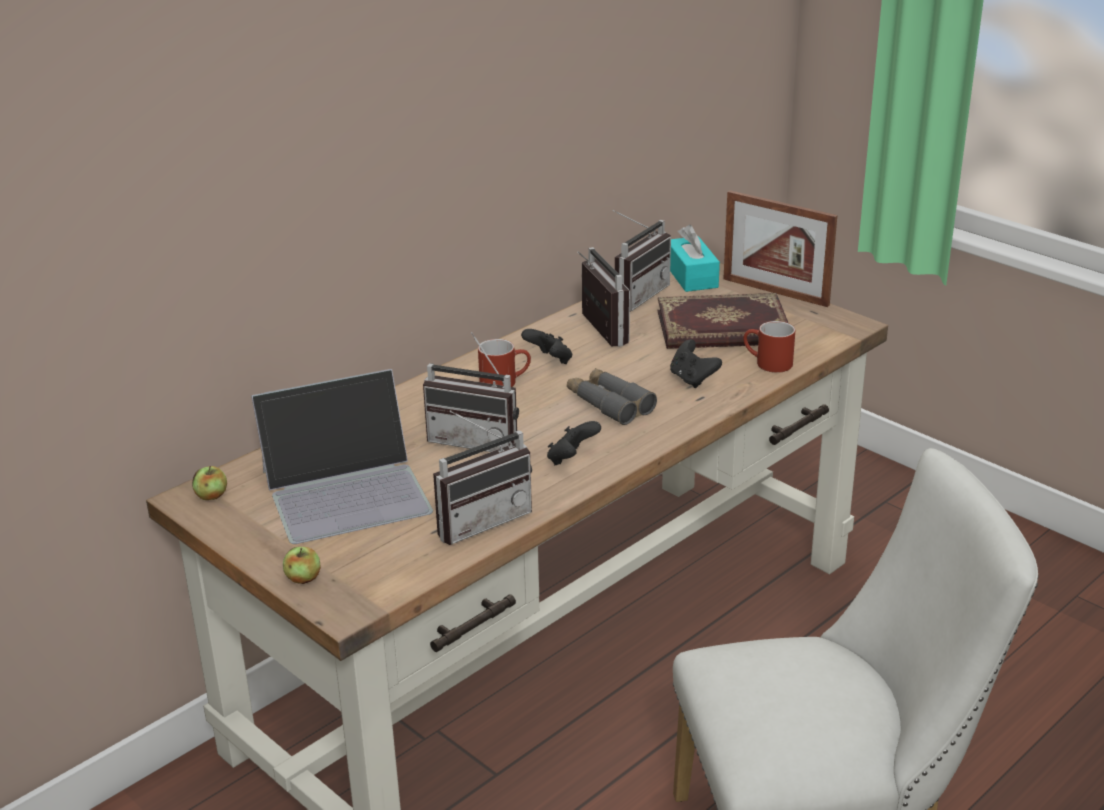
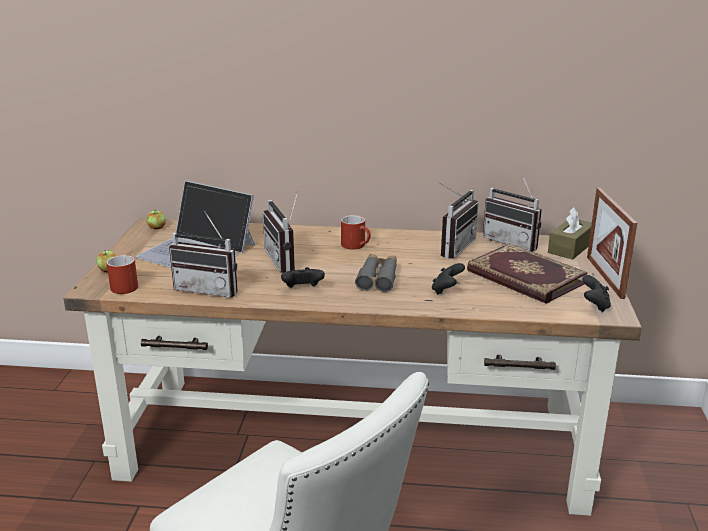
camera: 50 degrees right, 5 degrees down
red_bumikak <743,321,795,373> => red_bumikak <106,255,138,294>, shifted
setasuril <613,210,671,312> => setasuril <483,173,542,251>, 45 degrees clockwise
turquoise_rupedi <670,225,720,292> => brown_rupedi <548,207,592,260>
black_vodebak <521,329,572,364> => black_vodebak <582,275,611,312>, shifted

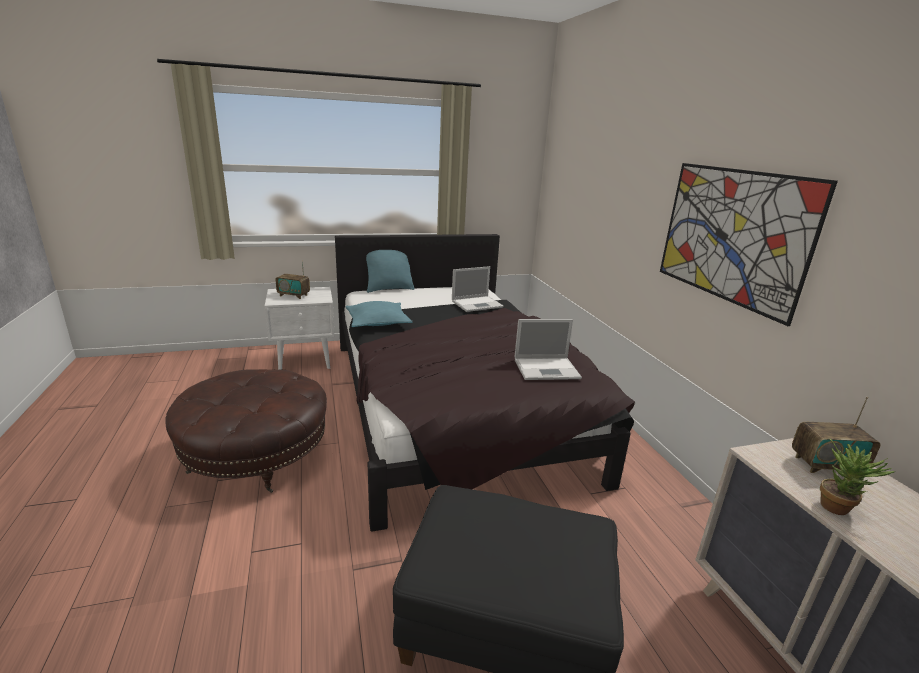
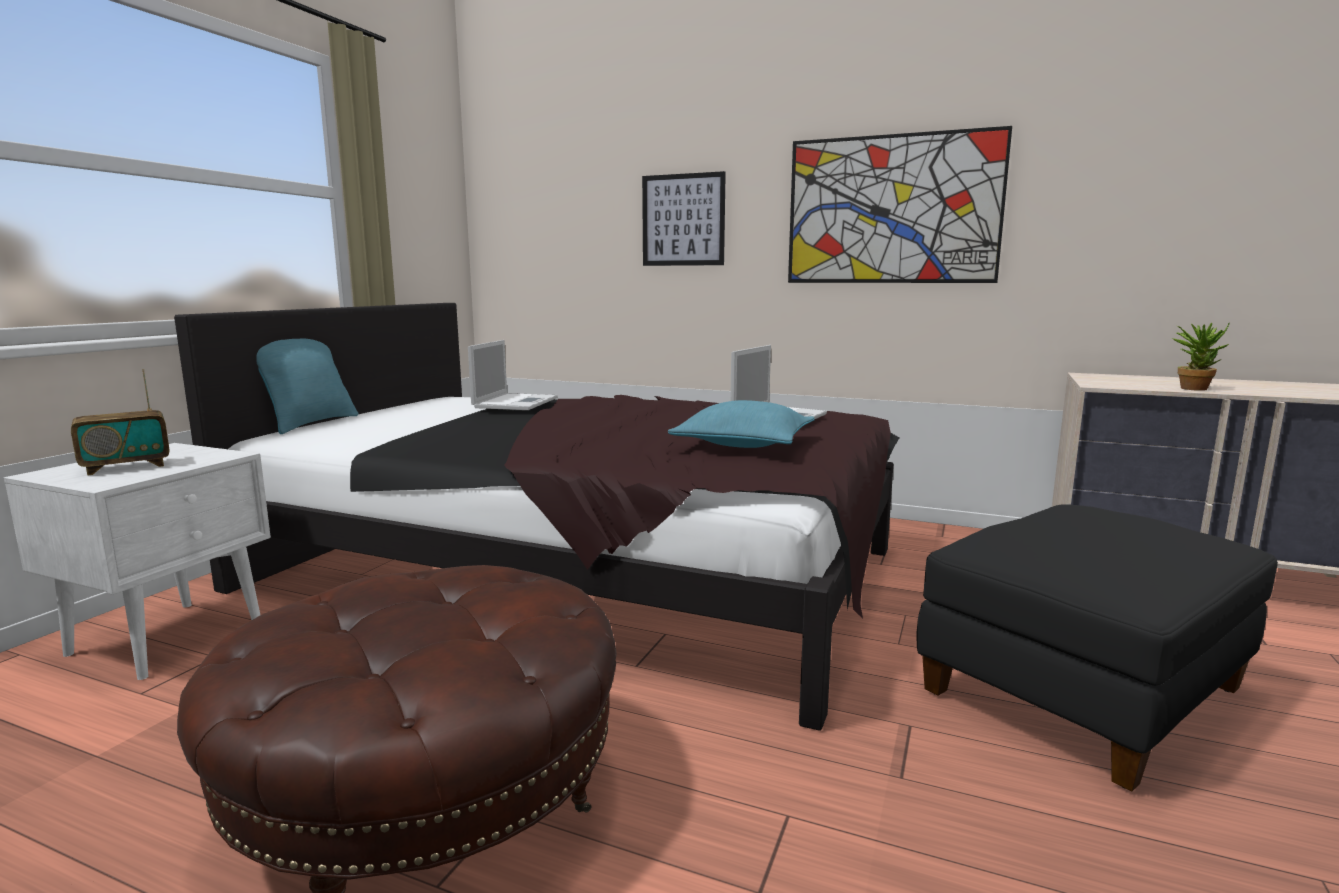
camera: 50 degrees left, 10 degrees down
nothing => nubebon <642,171,726,266>
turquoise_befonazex <345,301,412,327> => turquoise_befonazex <668,400,815,448>, shifted
setasuril <792,397,881,473> => nothing

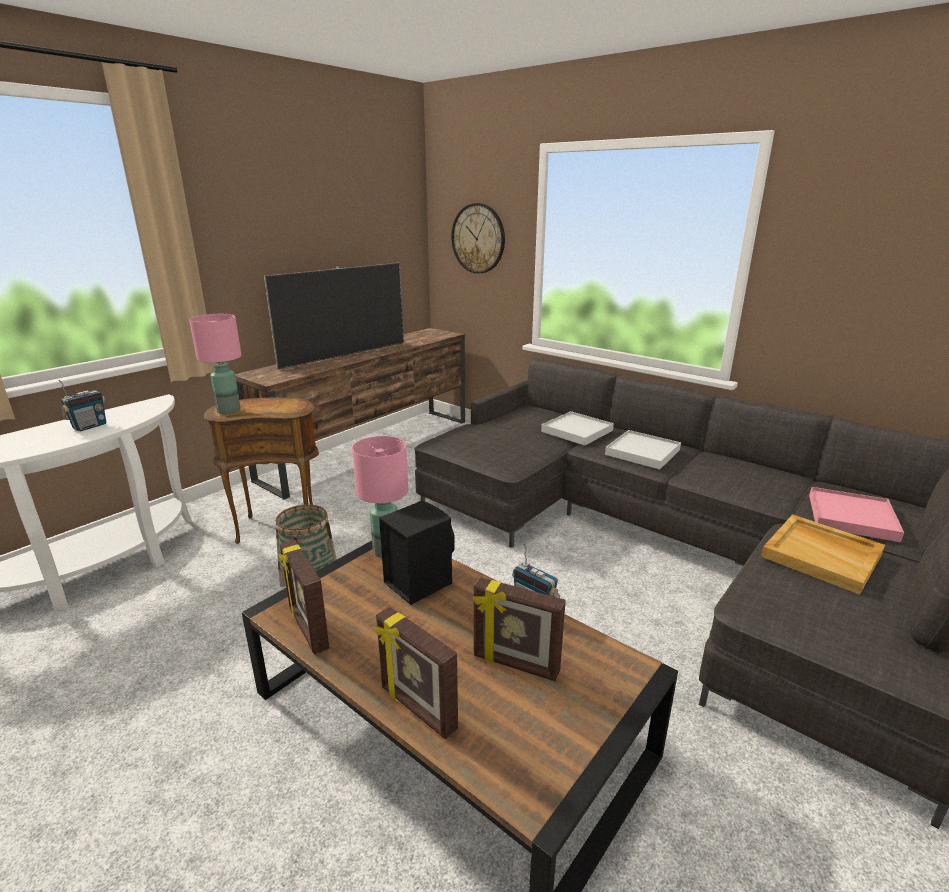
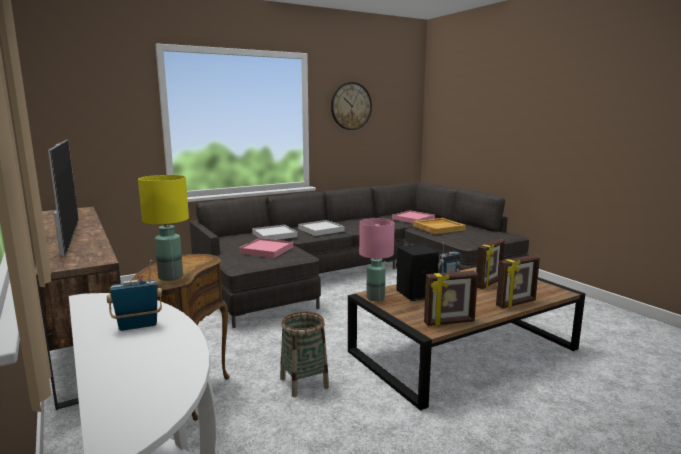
camera: 70 degrees left, 10 degrees down
setasuril <58,380,106,431> => setasuril <107,260,162,331>, 75 degrees counterclockwise
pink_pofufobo <189,314,242,414> => yellow_pofufobo <138,175,189,281>
nothing => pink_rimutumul <239,238,293,258>
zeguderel <451,203,505,274> => zeguderel <331,82,372,130>, shifted

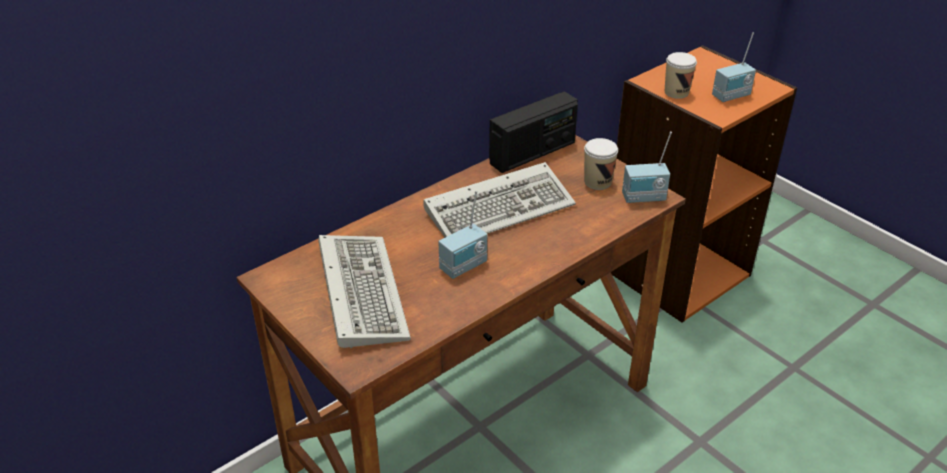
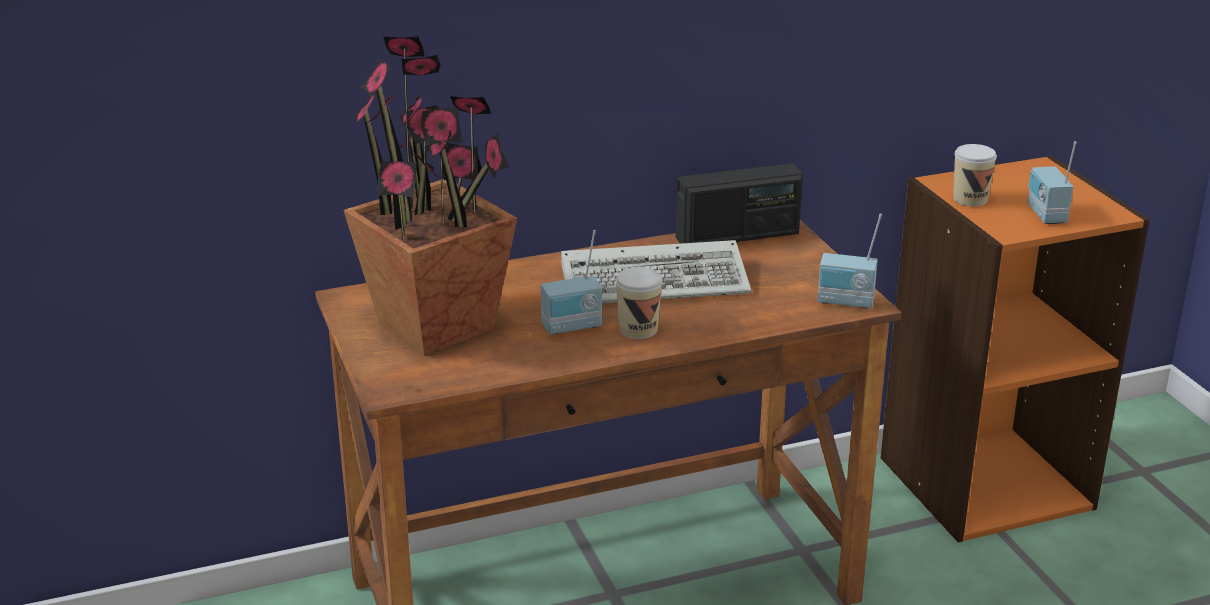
camera: 20 degrees right, 10 degrees down
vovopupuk <318,235,411,348> => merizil <343,37,517,356>
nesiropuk <584,138,618,190> => nesiropuk <615,267,663,339>, shifted
setasuril <712,32,756,102> => setasuril <1028,141,1077,224>, 90 degrees clockwise

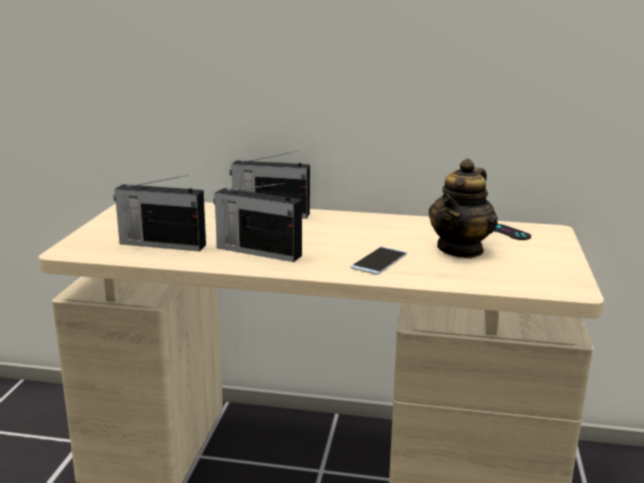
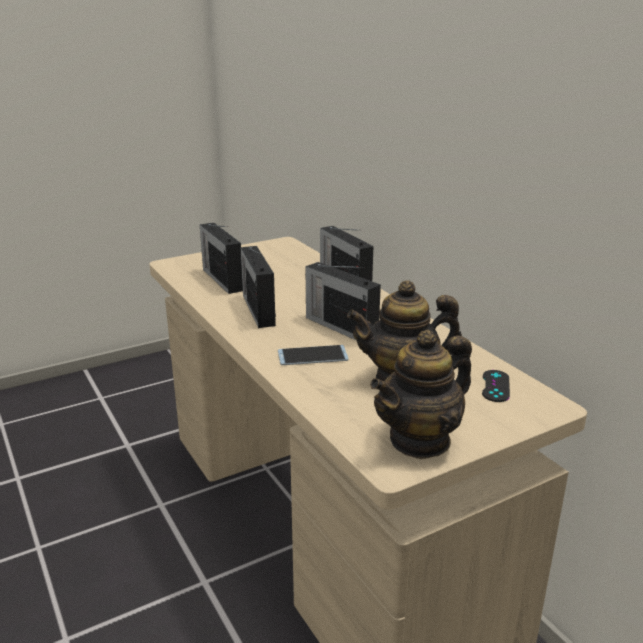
camera: 50 degrees right, 5 degrees up
nothing => setasuril <305,262,381,341>
nothing => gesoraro <370,330,472,459>

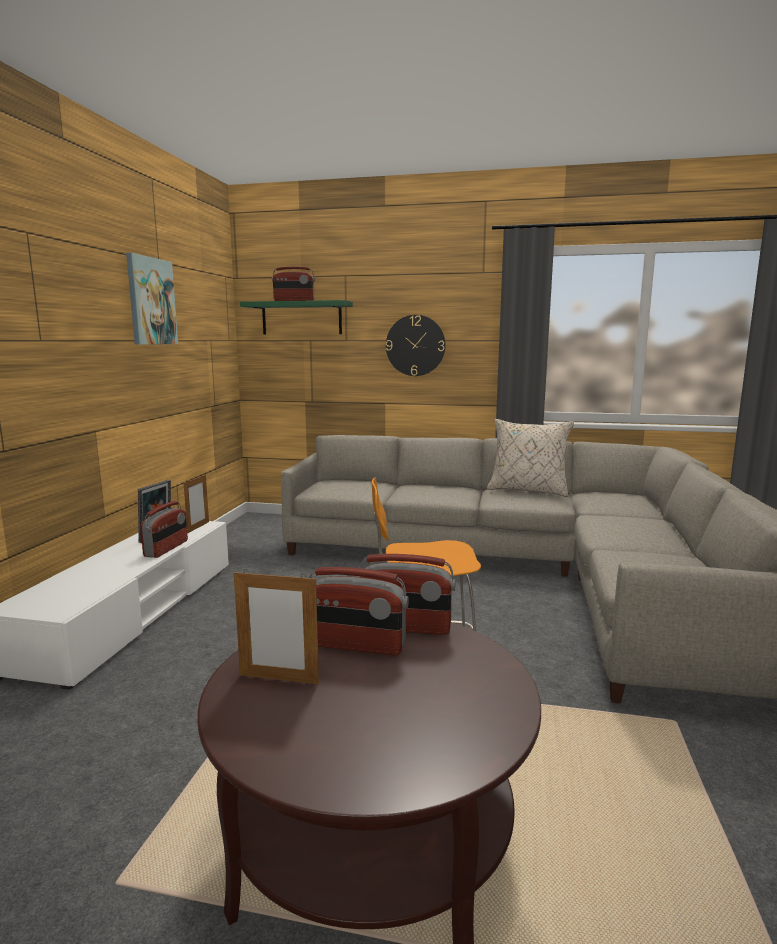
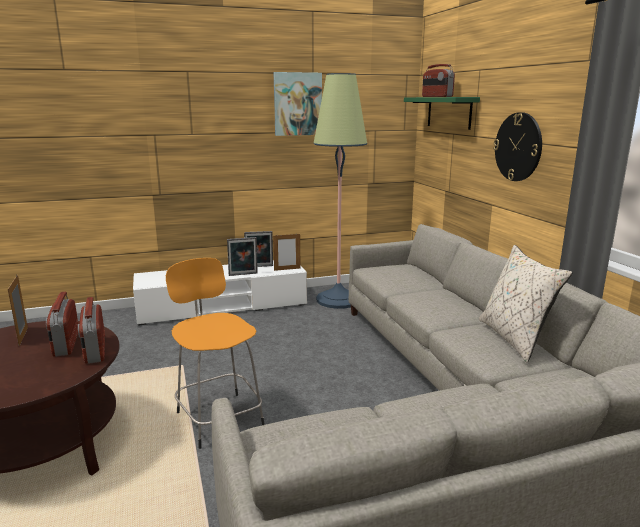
camera: 60 degrees right, 5 degrees up
setasuril <140,501,188,558> => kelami <227,237,258,276>
nothing => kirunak <313,73,367,309>

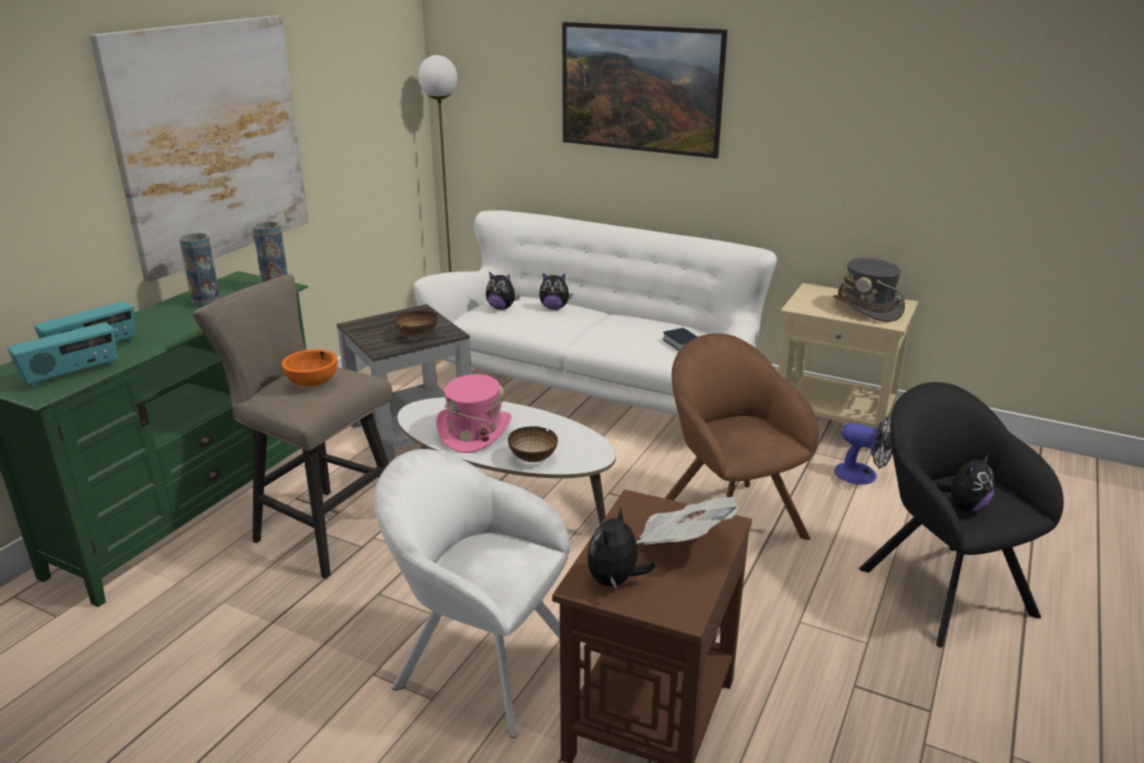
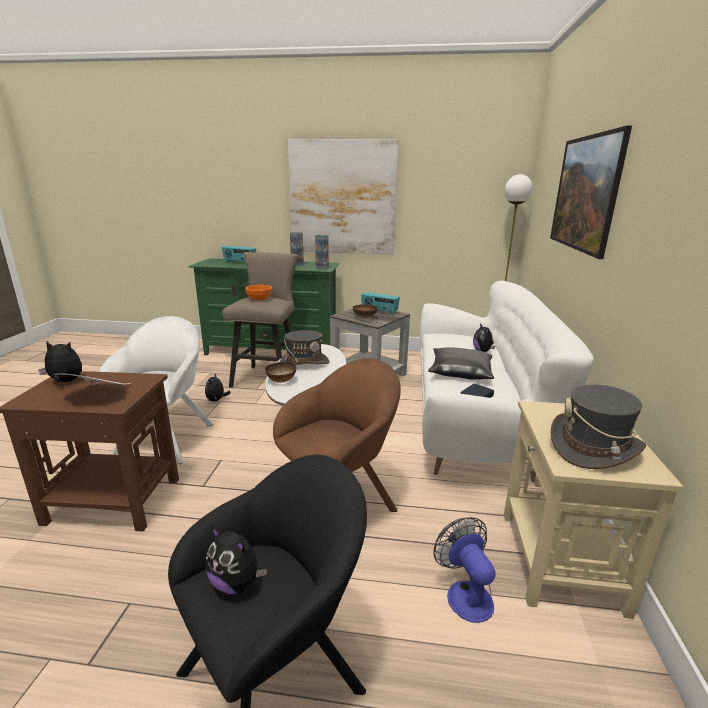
camera: 70 degrees right, 5 degrees down
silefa <486,272,520,310> => silefa <205,374,231,402>, shifted
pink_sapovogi <436,374,511,453> => grey_sapovogi <279,330,329,365>
setasuril <7,322,118,388> => setasuril <361,292,400,314>, shifted
nothing => black_befonazex <428,347,494,380>
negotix <834,415,892,484> => negotix <434,517,495,623>, 150 degrees clockwise

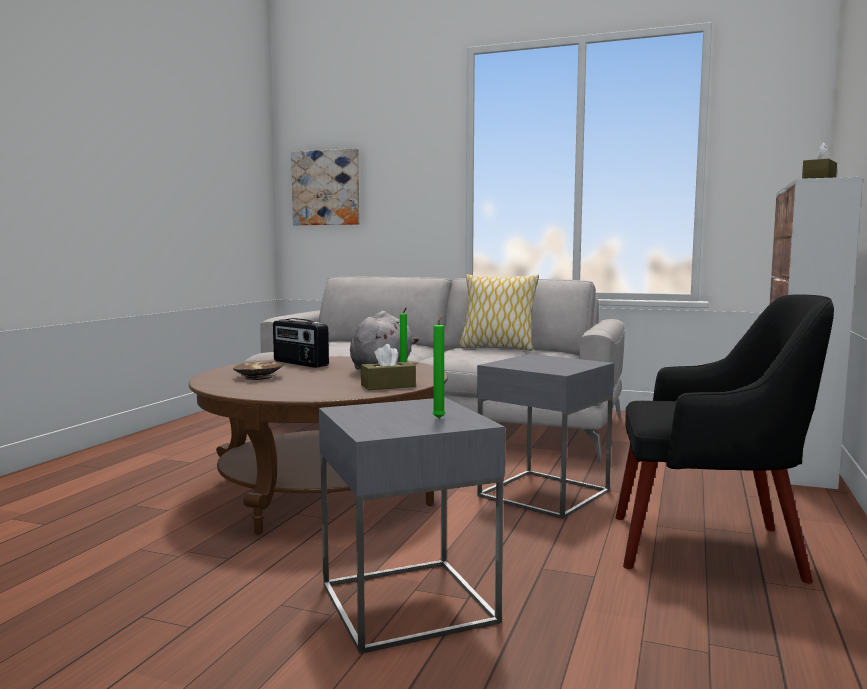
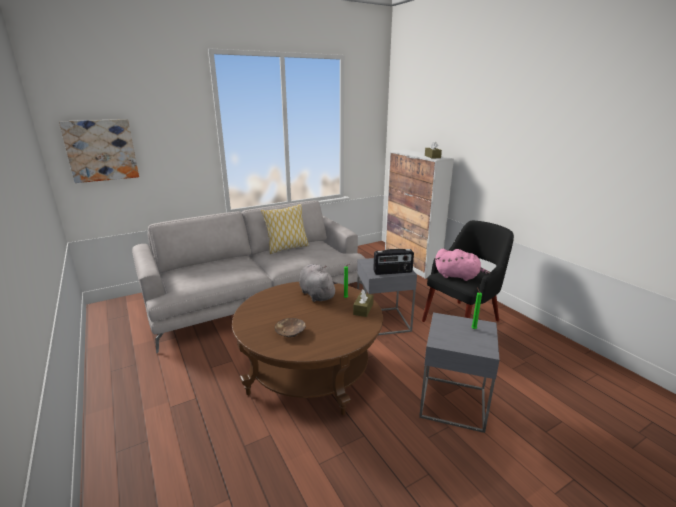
camera: 50 degrees left, 15 degrees up
setasuril <273,318,329,368> => setasuril <373,249,414,275>, shifted
nothing => pink_silefa <435,248,490,281>

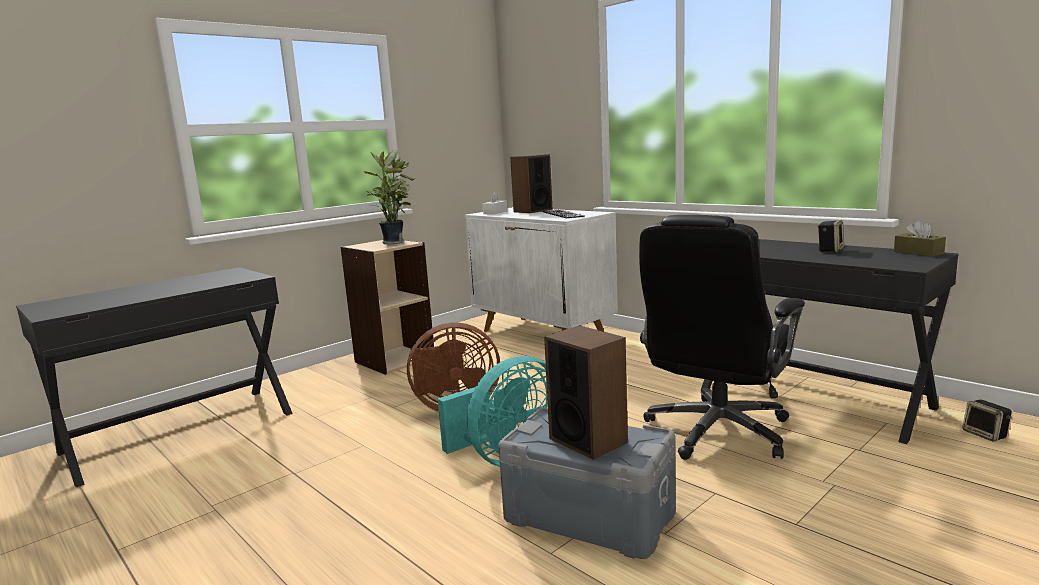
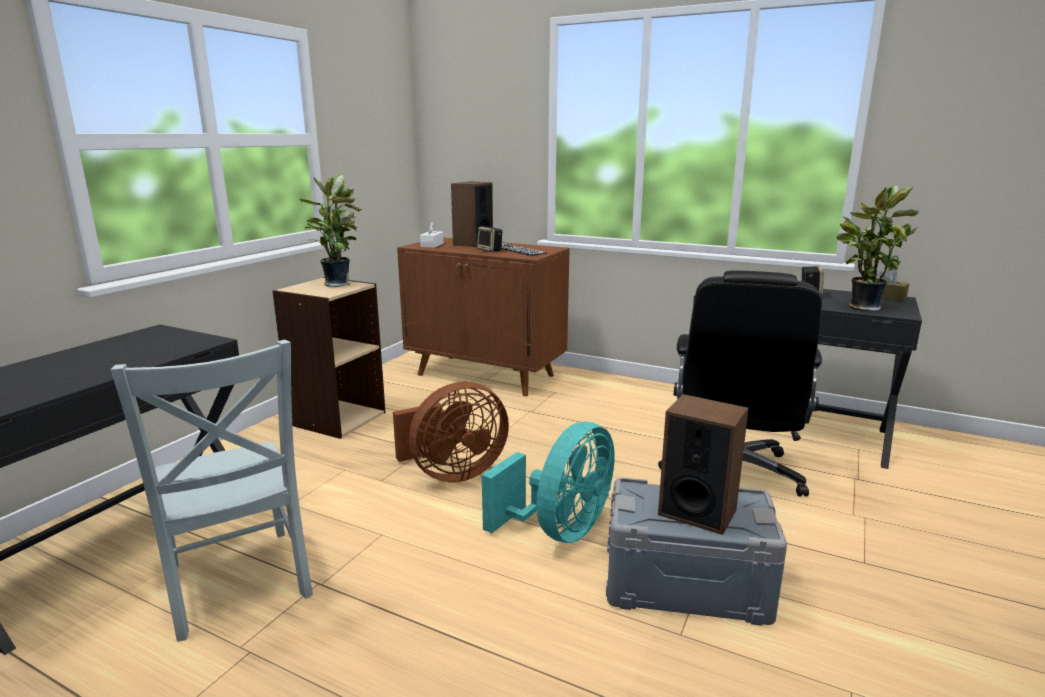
camera: 20 degrees left, 5 degrees up
nothing => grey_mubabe <111,340,313,642>
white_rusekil <465,207,618,332> => brown_rusekil <397,238,570,396>
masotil <963,400,1012,442> => masotil <477,226,502,252>, shifted
nothing => merizil <836,184,919,311>

